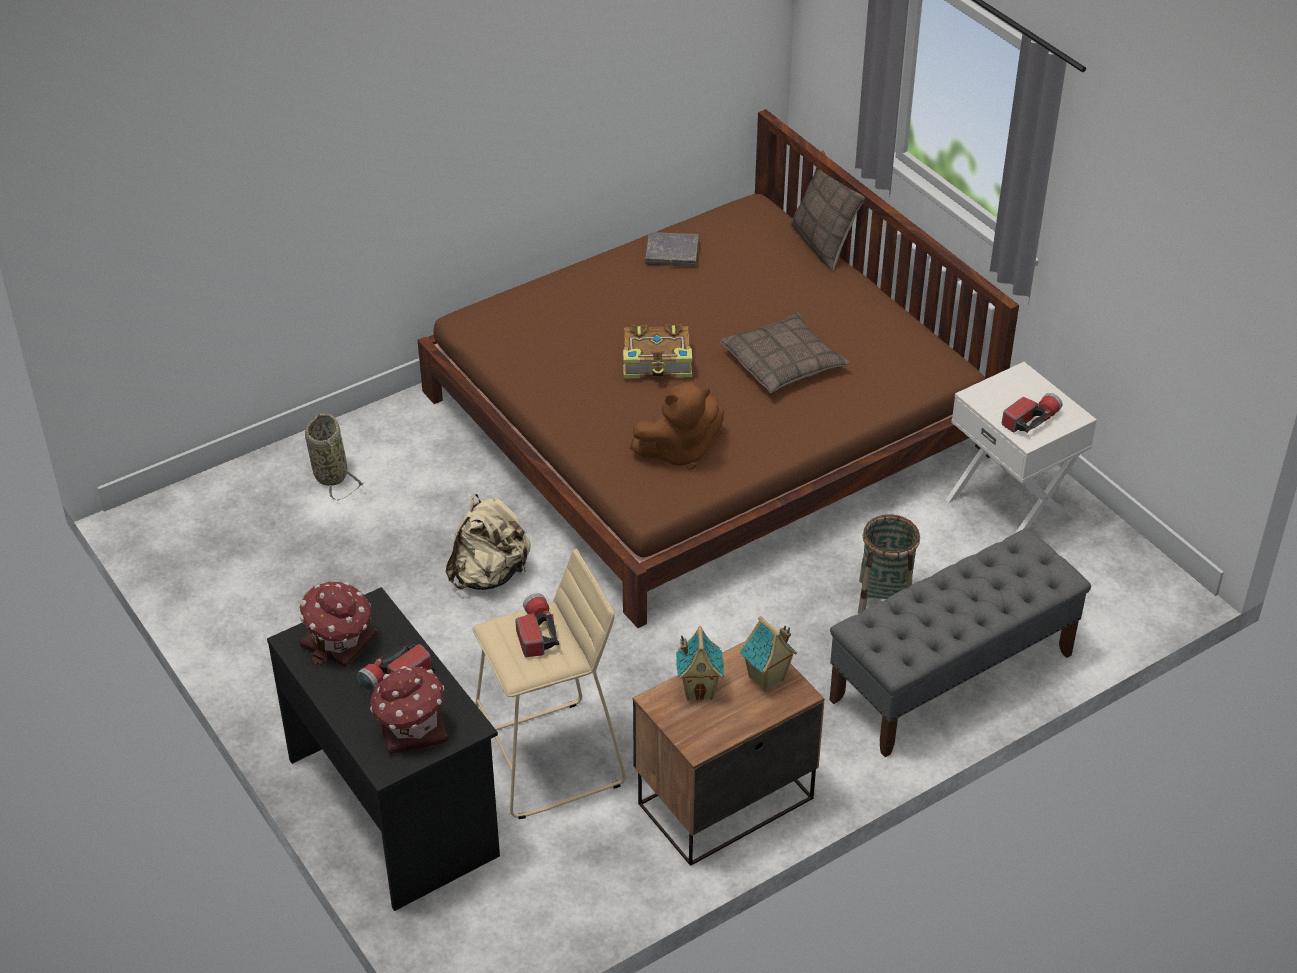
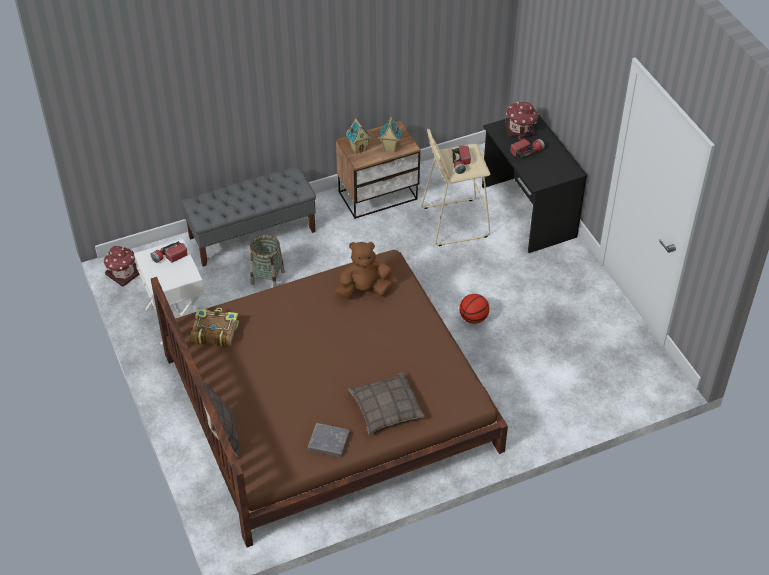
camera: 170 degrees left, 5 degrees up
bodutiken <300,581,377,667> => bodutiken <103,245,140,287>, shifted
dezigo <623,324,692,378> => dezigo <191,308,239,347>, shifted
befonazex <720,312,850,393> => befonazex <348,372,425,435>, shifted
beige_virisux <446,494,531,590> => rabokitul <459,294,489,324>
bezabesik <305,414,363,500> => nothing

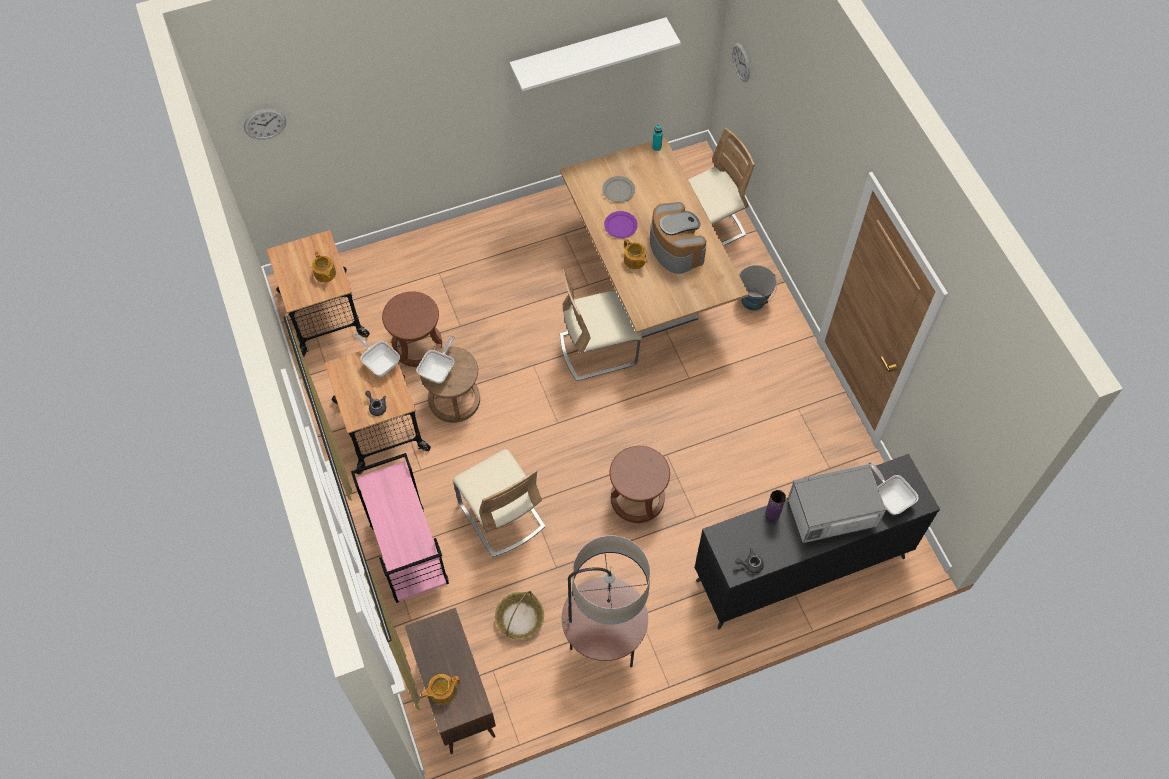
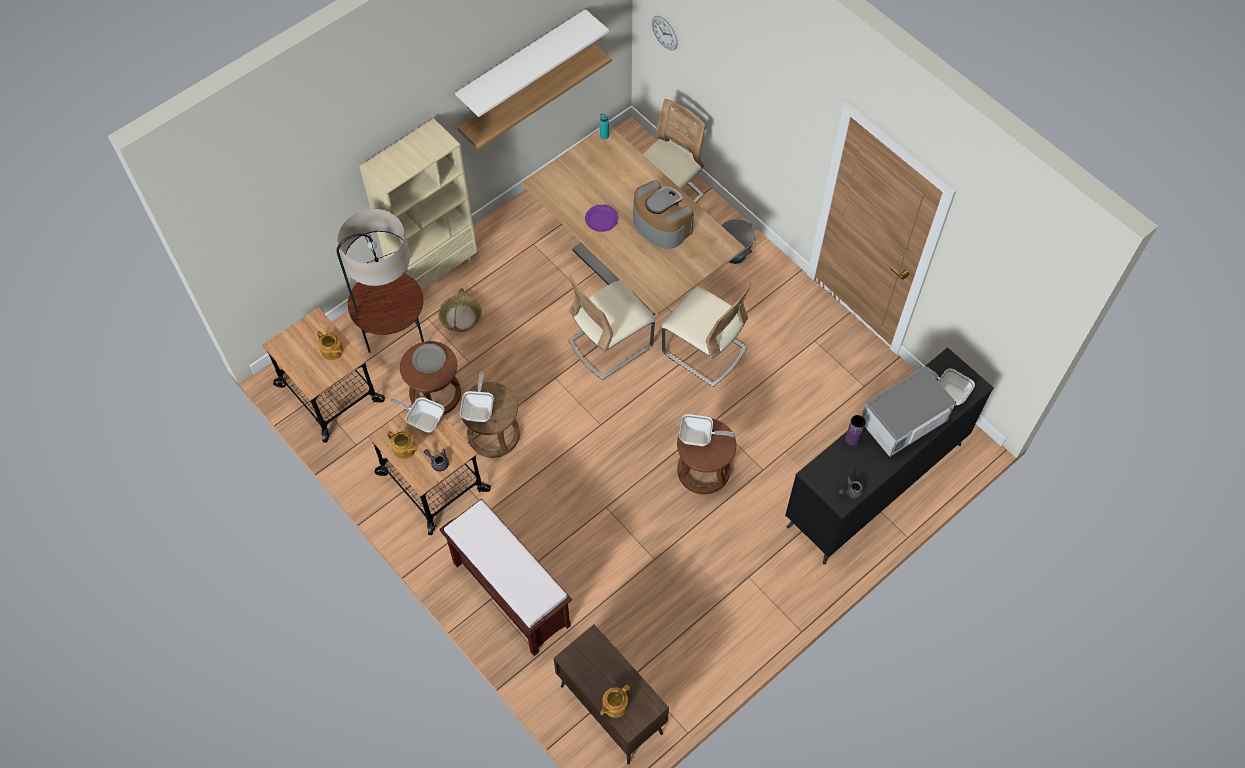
camera: 20 degrees left, 0 degrees up
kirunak <562,535,650,667> => kirunak <336,209,424,353>, shifted
nothing => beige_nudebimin <359,118,478,290>
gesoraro <624,239,648,269> => gesoraro <387,431,418,459>, shifted
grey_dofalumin <602,176,635,202> => grey_dofalumin <412,344,446,373>, shifted
bezabesik <495,591,544,640> => bezabesik <439,288,482,332>, shifted
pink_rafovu <351,453,449,603> => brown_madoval <440,498,572,656>
nothing => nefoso <457,42,612,150>
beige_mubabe <453,449,546,557> => beige_mubabe <661,283,752,387>, shifted
nothing => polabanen <679,414,735,446>
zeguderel <244,109,286,140> => nothing

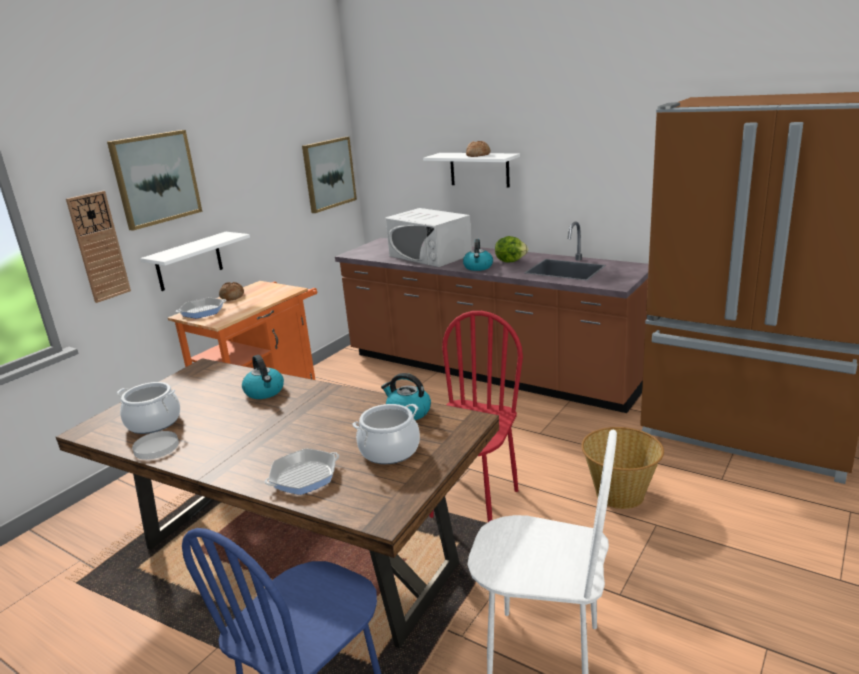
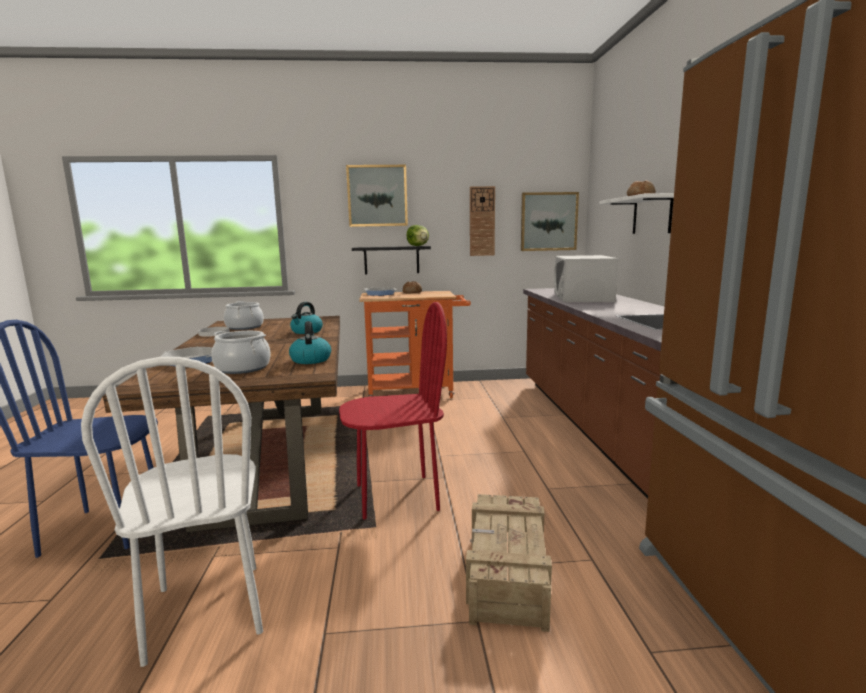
camera: 50 degrees right, 10 degrees down
white_nefoso <140,232,250,291> => black_nefoso <352,246,431,275>
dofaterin <495,236,528,262> => dofaterin <407,225,429,246>, shifted
bezabesik <581,427,664,509> => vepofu <466,494,552,632>
zeguderel <66,191,131,303> => zeguderel <470,186,495,256>, shifted
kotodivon <463,239,493,271> => nothing

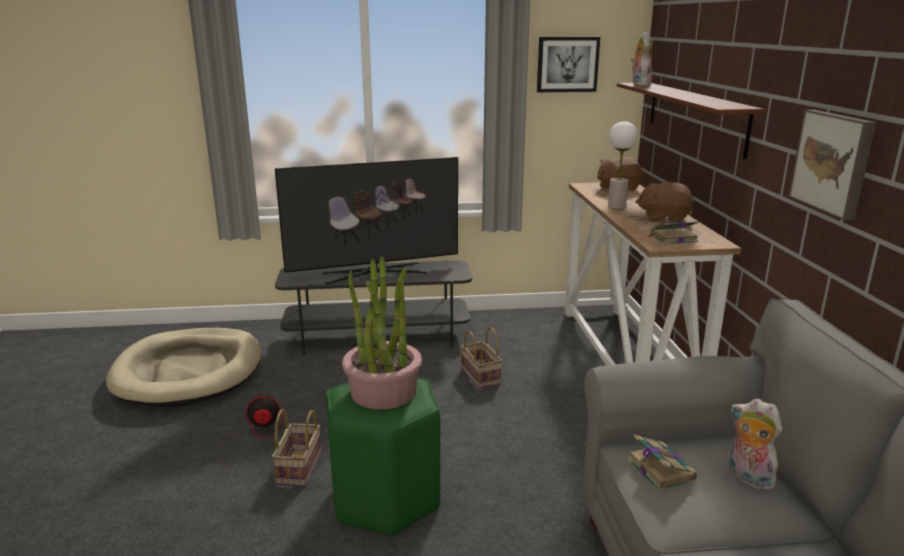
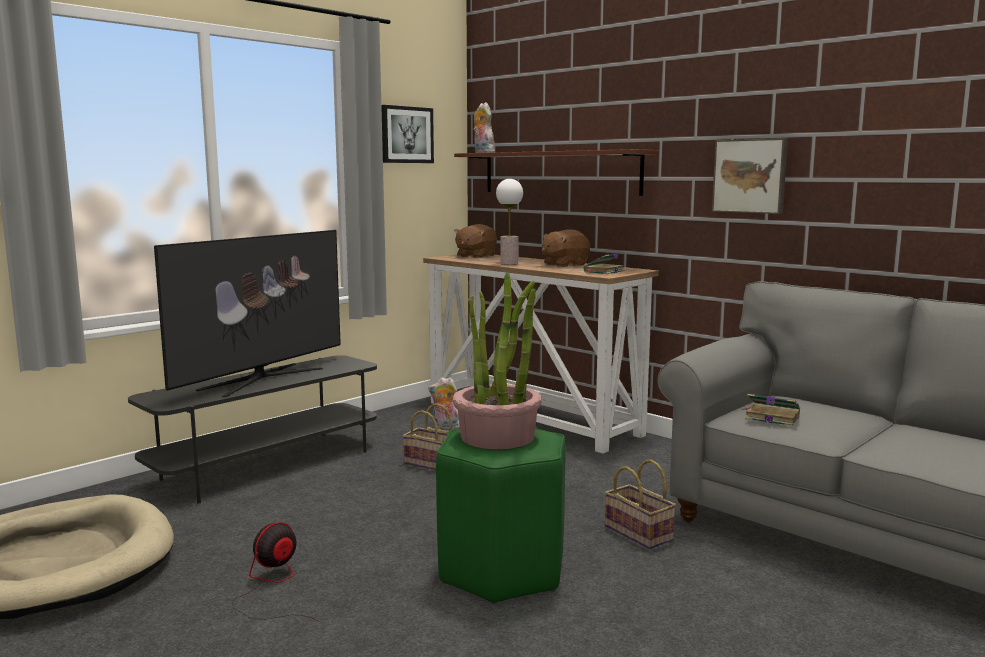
camera: 40 degrees left, 10 degrees down
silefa <729,399,782,491> => silefa <428,377,460,430>, shifted
bezabesik <272,409,321,486> => bezabesik <605,459,676,549>, shifted

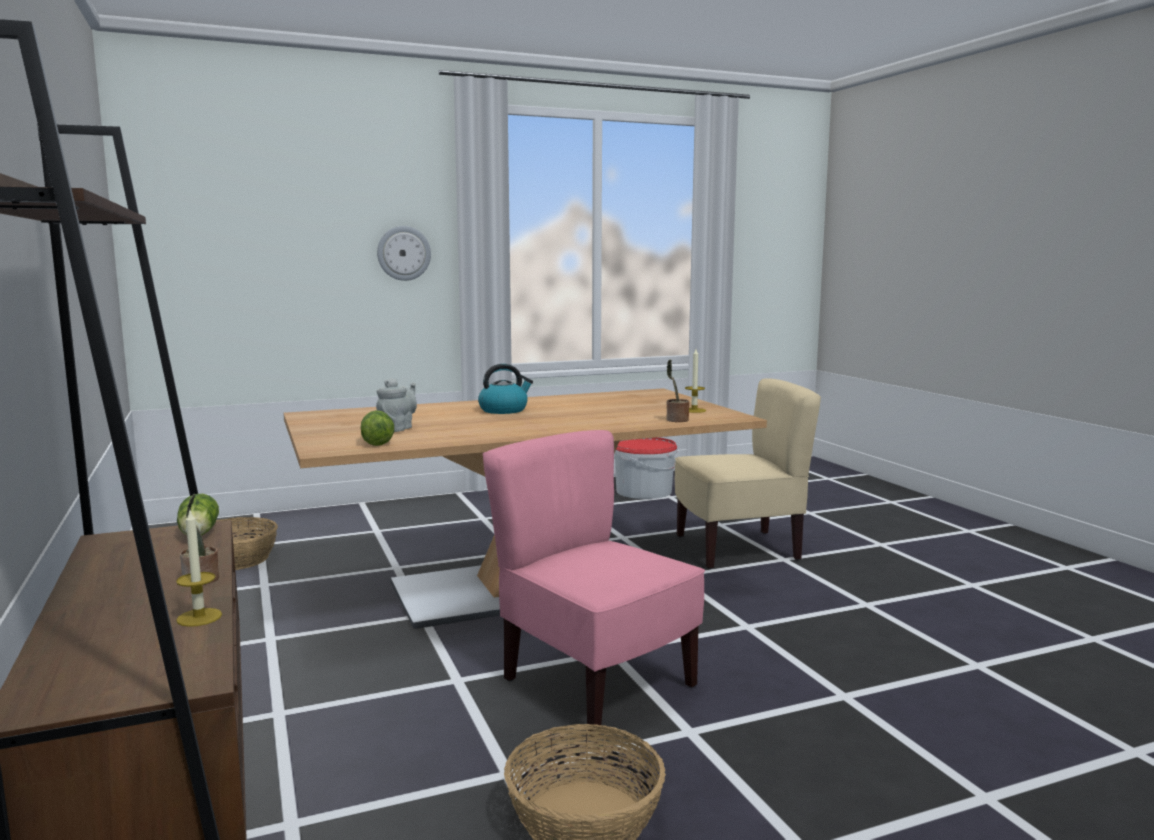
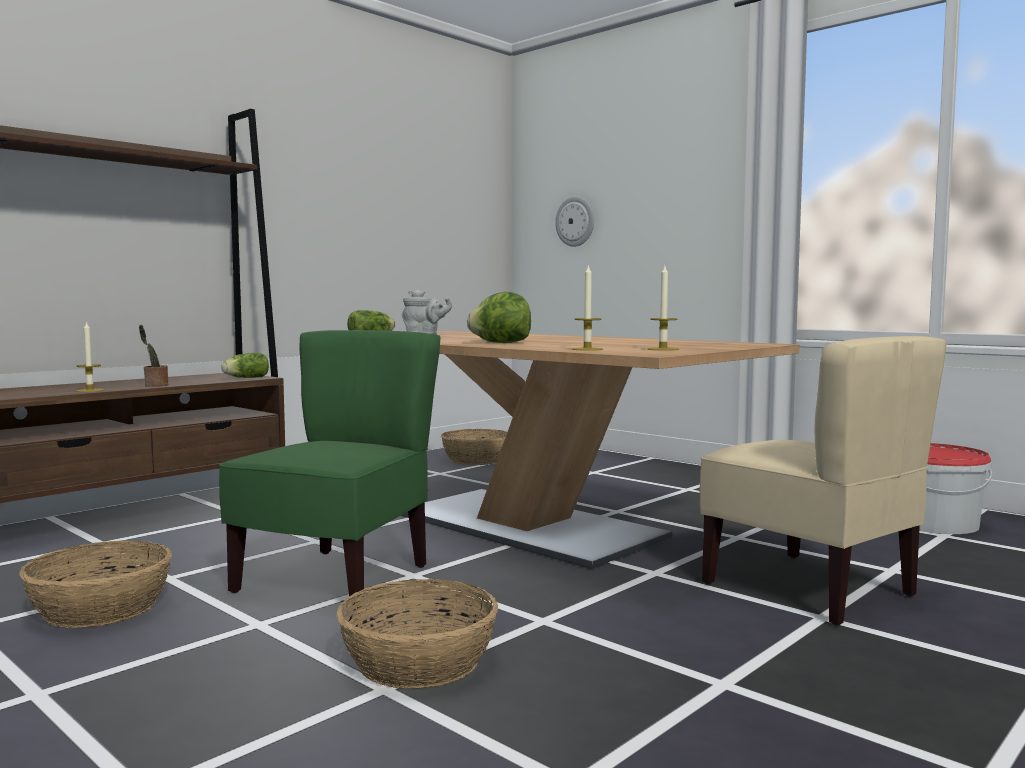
camera: 65 degrees right, 5 degrees down
pink_mubabe <483,430,705,731> => green_mubabe <219,330,440,614>
nothing => bezabesik <337,579,499,689>
nothing => dofaterin <467,292,531,343>
zeguderel <377,226,431,281> => zeguderel <555,196,594,247>, shifted
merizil <667,359,689,422> => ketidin <572,264,603,351>
kotodivon <478,364,533,414> => nothing

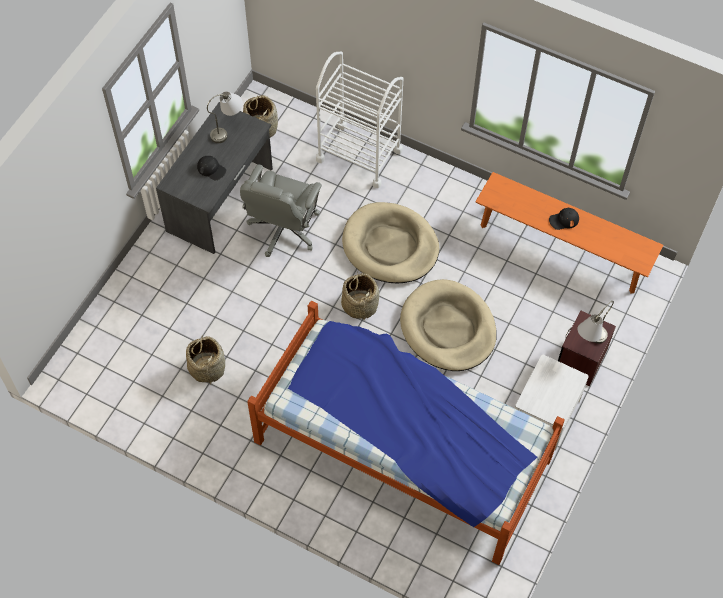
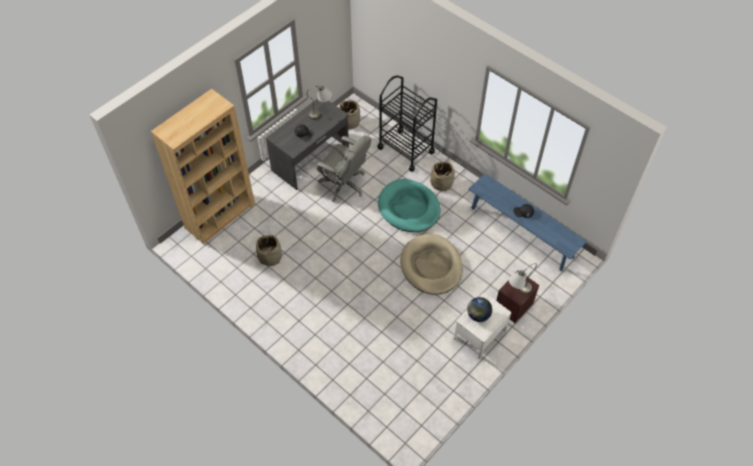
camera: 15 degrees right, 5 degrees down
nothing => brown_nudebimin <151,89,255,244>
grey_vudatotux <240,164,322,257> => grey_vudatotux <317,135,371,202>, 90 degrees counterclockwise
white_rafovu <316,52,404,188> => black_rafovu <378,75,437,172>
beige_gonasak <342,202,439,283> => turquoise_gonasak <378,179,440,232>
bezabesik <341,271,379,320> => bezabesik <430,161,455,192>, shifted
nothing => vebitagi <467,297,492,322>
orange_madoval <475,172,663,294> => blue_madoval <468,173,587,271>
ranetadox <247,301,565,565> => nothing

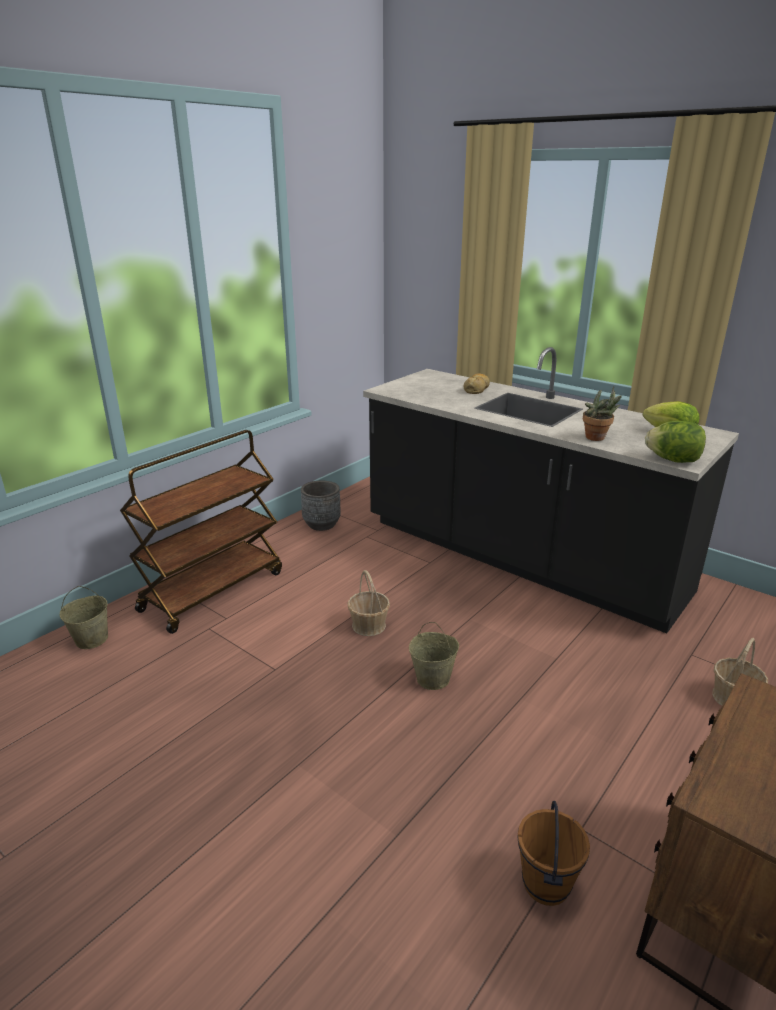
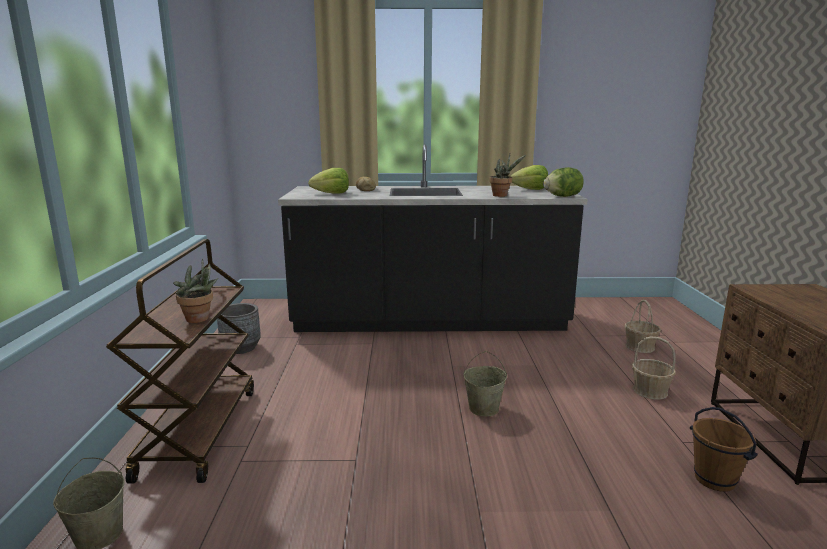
camera: 40 degrees left, 10 degrees down
nothing => merizil <173,259,218,323>
nothing => dofaterin <308,168,349,194>
bezabesik <347,570,390,636> => bezabesik <632,336,676,400>, shifted

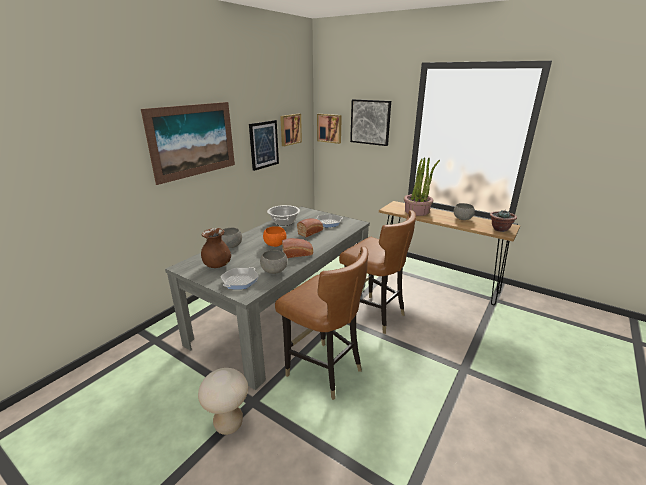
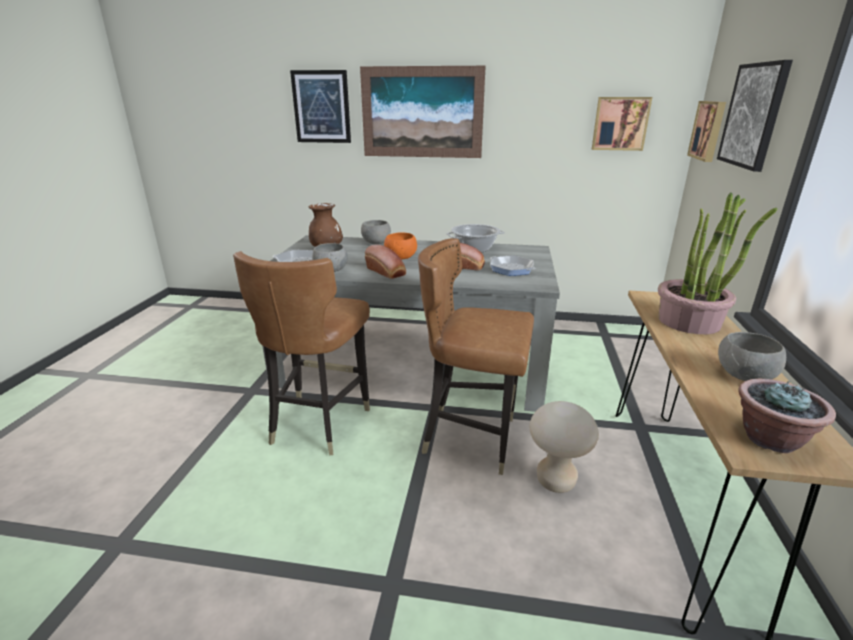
camera: 65 degrees right, 0 degrees up
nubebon <249,120,279,171> => nubebon <290,70,351,143>, shifted
brown_mubabe <339,210,416,334> => brown_mubabe <418,238,534,475>, 90 degrees clockwise
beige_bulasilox <198,368,248,435> => beige_bulasilox <530,401,599,493>, shifted

